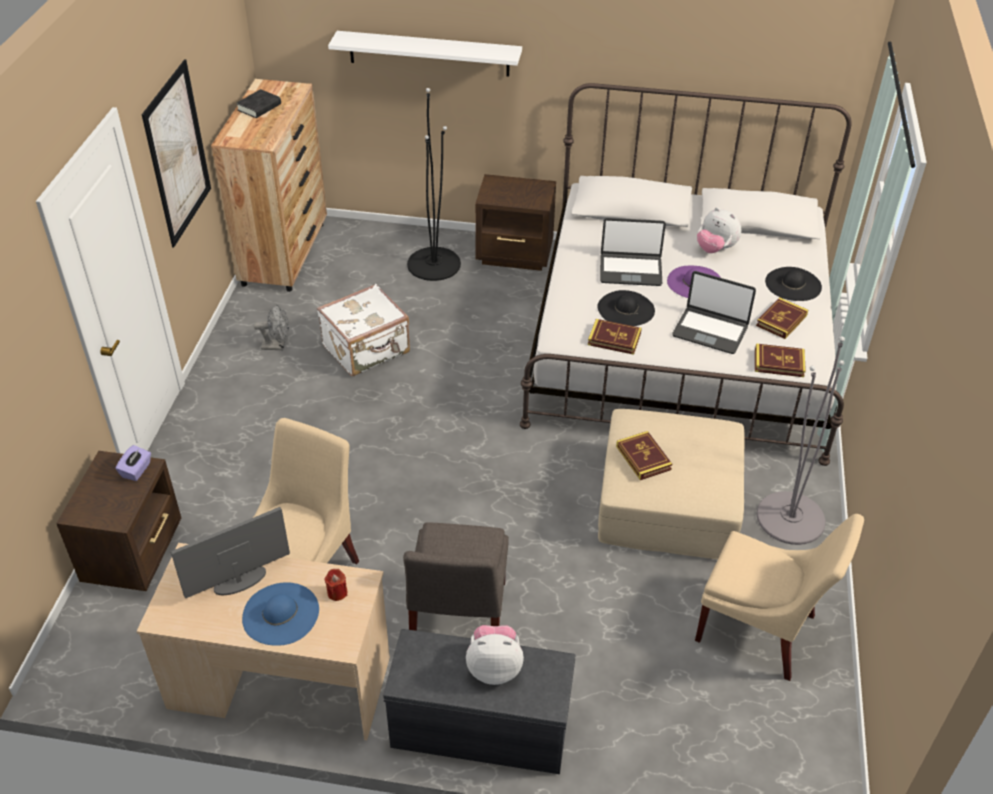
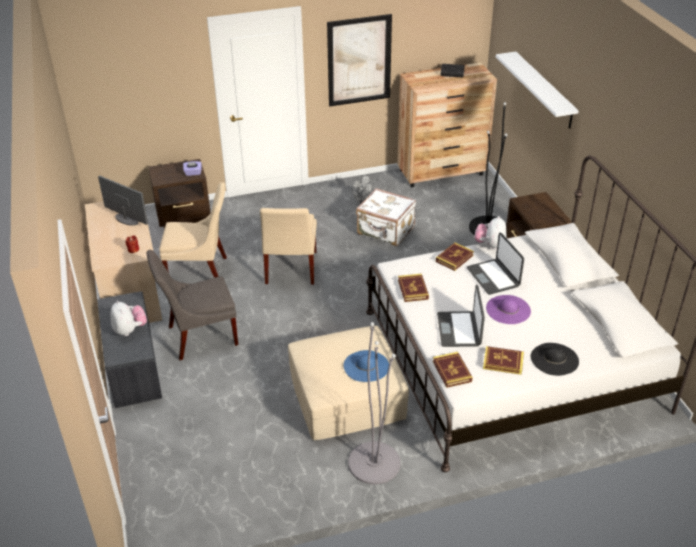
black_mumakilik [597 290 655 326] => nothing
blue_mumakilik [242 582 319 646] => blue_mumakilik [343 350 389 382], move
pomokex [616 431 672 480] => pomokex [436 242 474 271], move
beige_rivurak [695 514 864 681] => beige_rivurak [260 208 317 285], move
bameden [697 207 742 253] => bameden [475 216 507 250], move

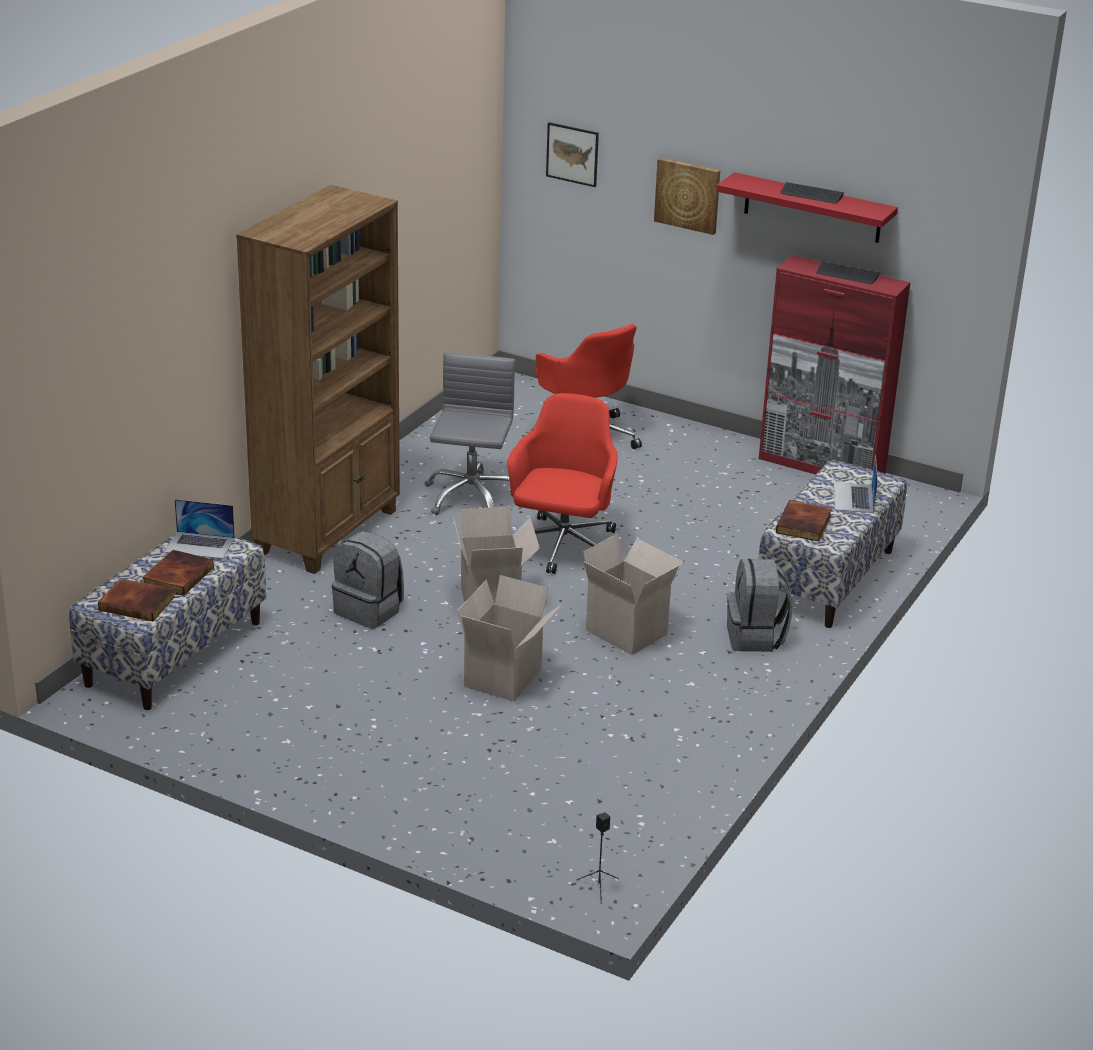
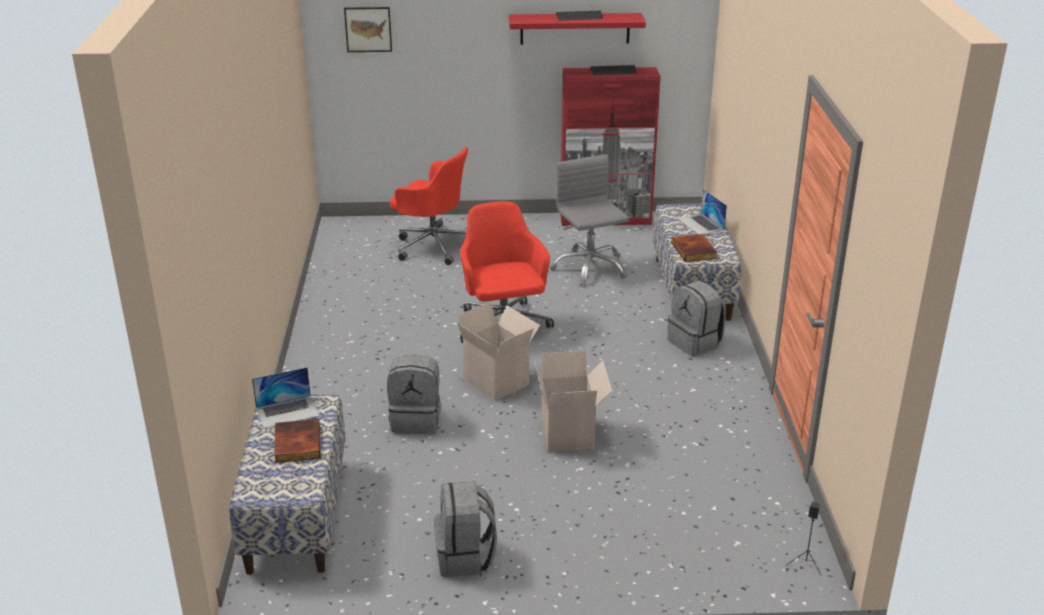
pomokex [98 578 175 621] => nothing
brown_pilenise [236 185 400 574] => nothing
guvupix [583 534 684 655] => nothing
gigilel [654 158 720 235] => nothing
nothing => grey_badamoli [433 481 497 577]
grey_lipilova [425 352 515 515] => grey_lipilova [550 155 629 287], move

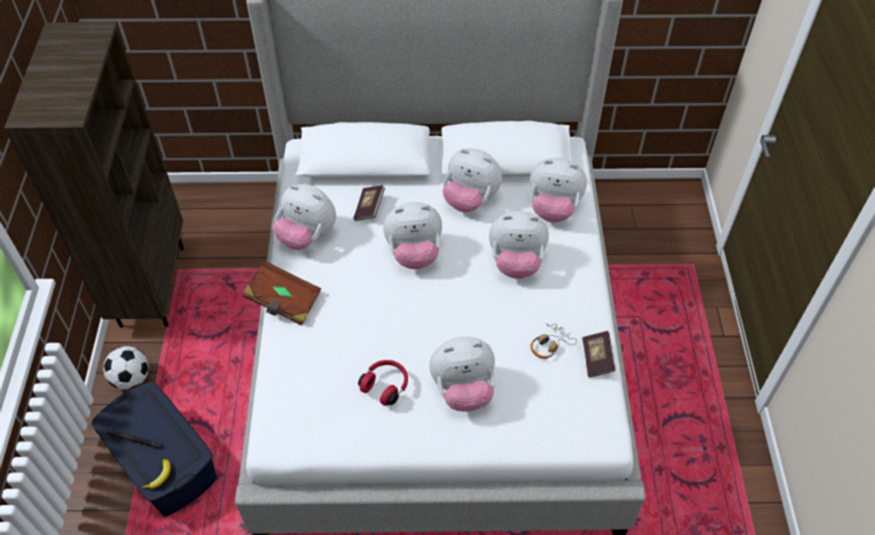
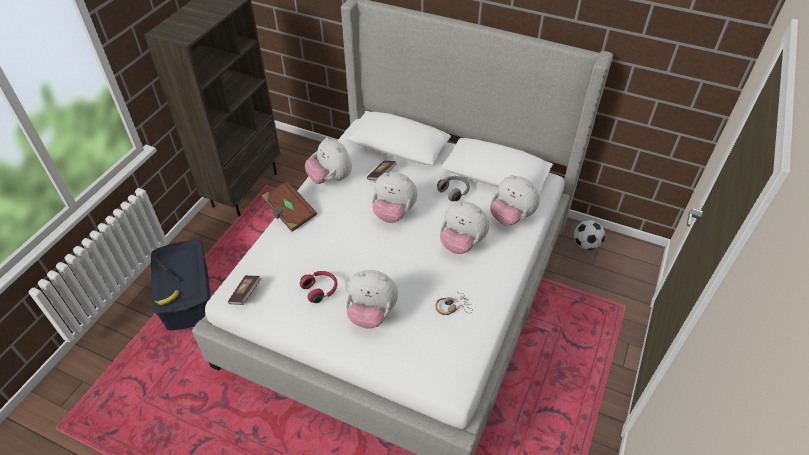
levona [103 346 149 390] => levona [574 220 605 250], move
pomokex [582 331 615 378] => pomokex [228 275 261 305], move
bameden [443 148 502 212] => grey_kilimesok [437 176 470 202]

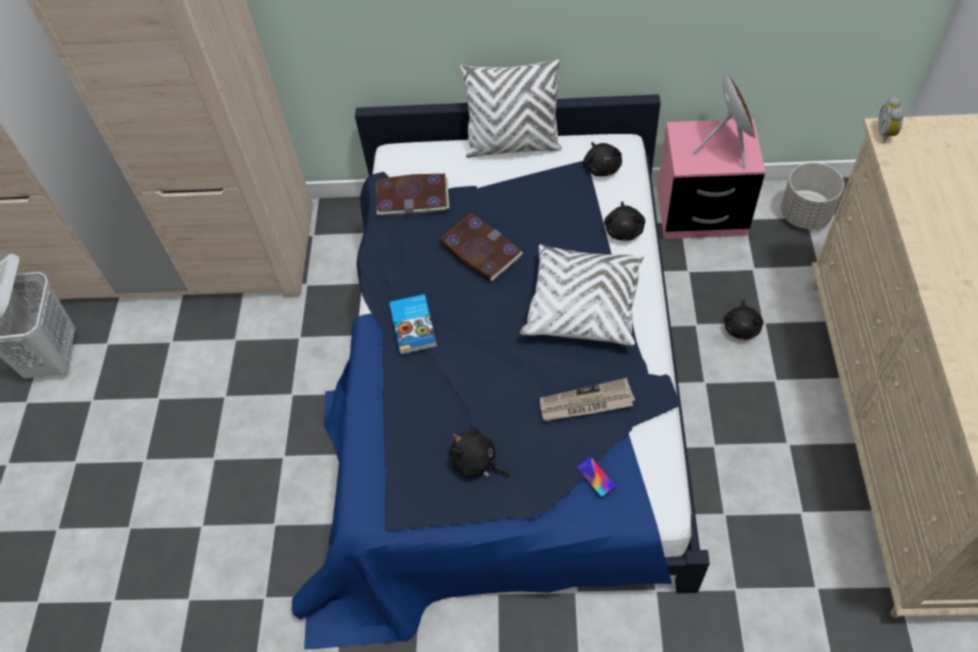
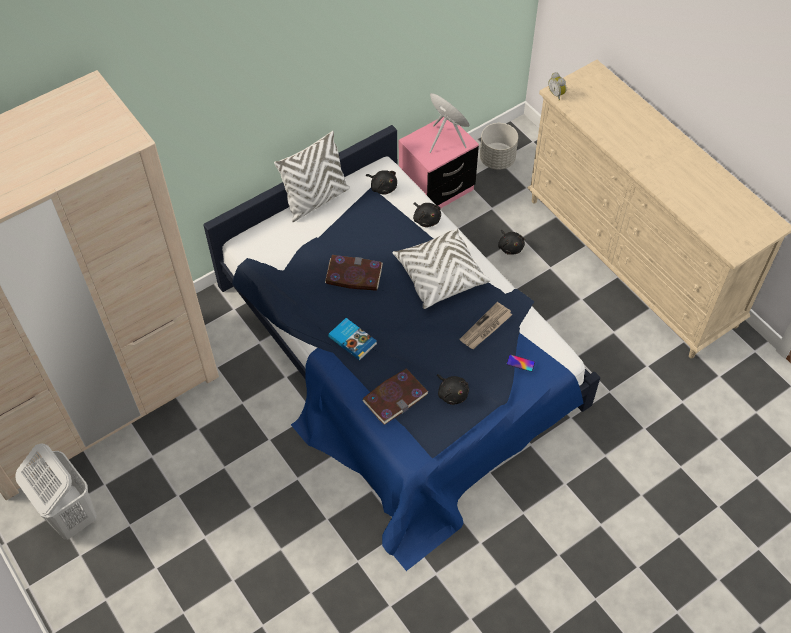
pomokex [376 174 450 216] => pomokex [362 368 428 425], move
black_bameden [450 425 510 478] => black_bameden [437 374 469 405], 120 degrees counterclockwise

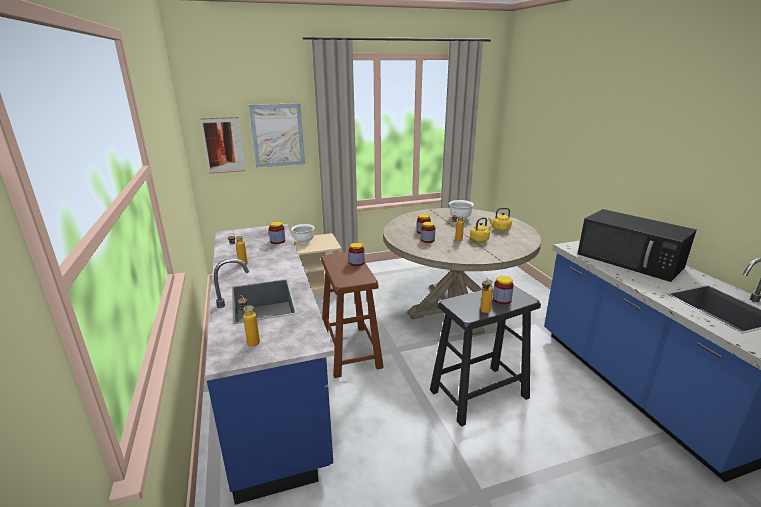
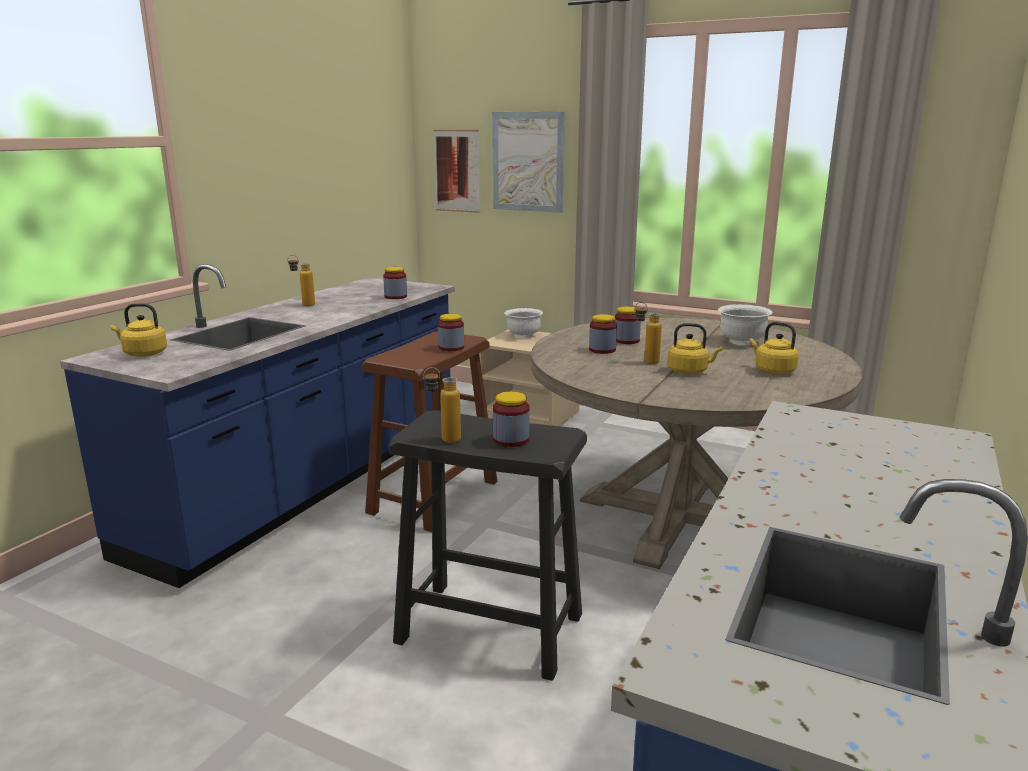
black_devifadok [578 209 697 282] => nothing
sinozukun [238 295 260 347] => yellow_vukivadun [111 303 167 357]

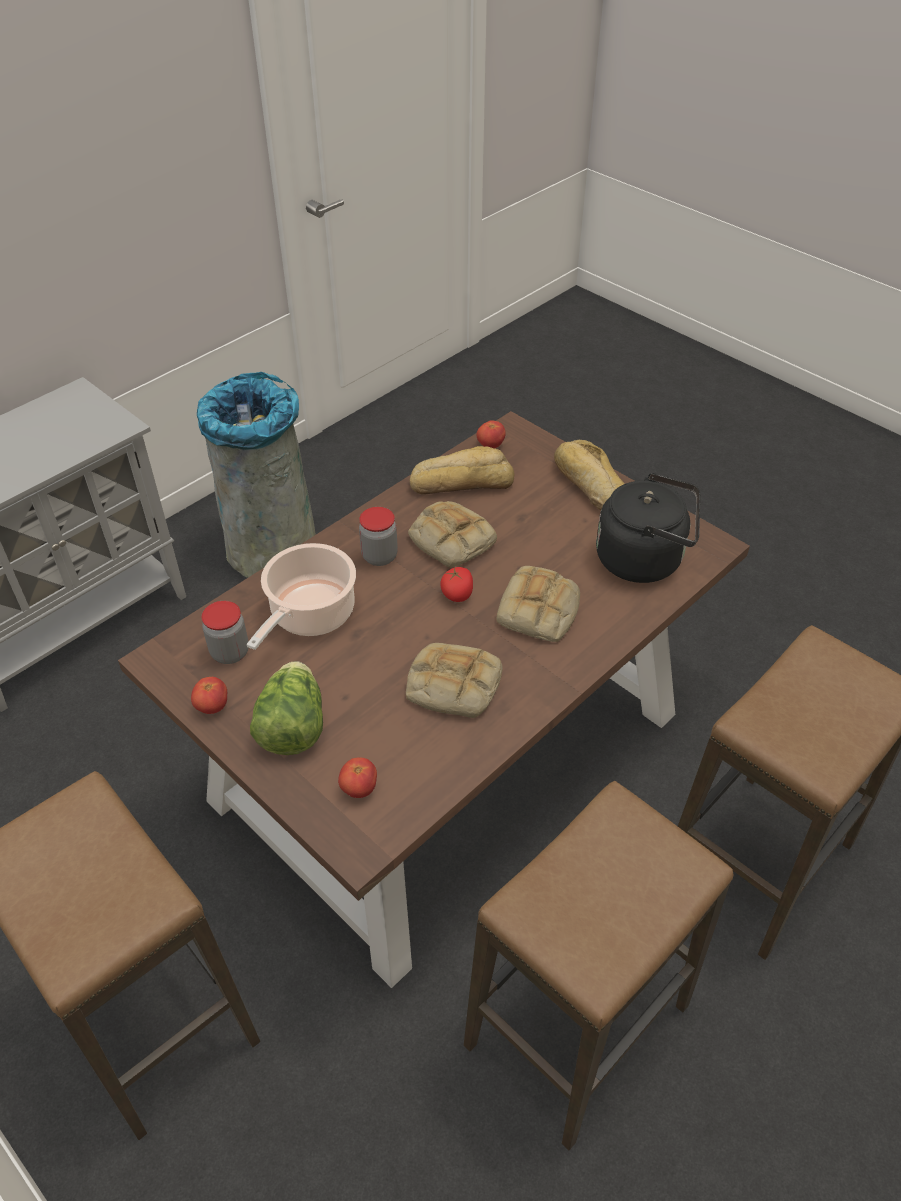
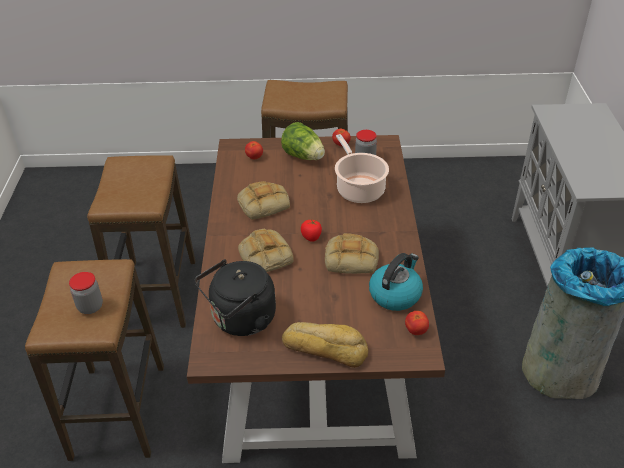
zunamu [359 507 398 566] => zunamu [69 272 103 314], move
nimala [410 446 515 494] => vukivadun [369 253 423 311]

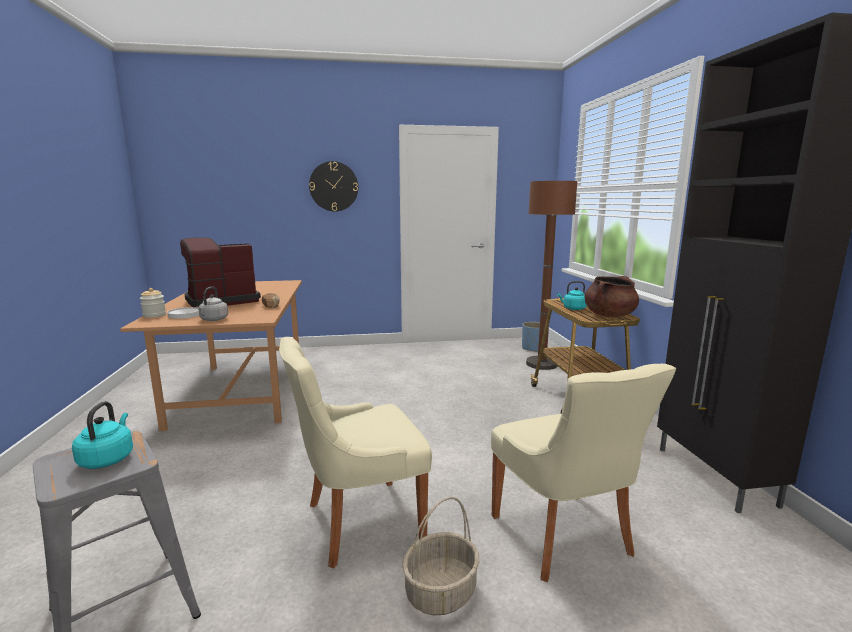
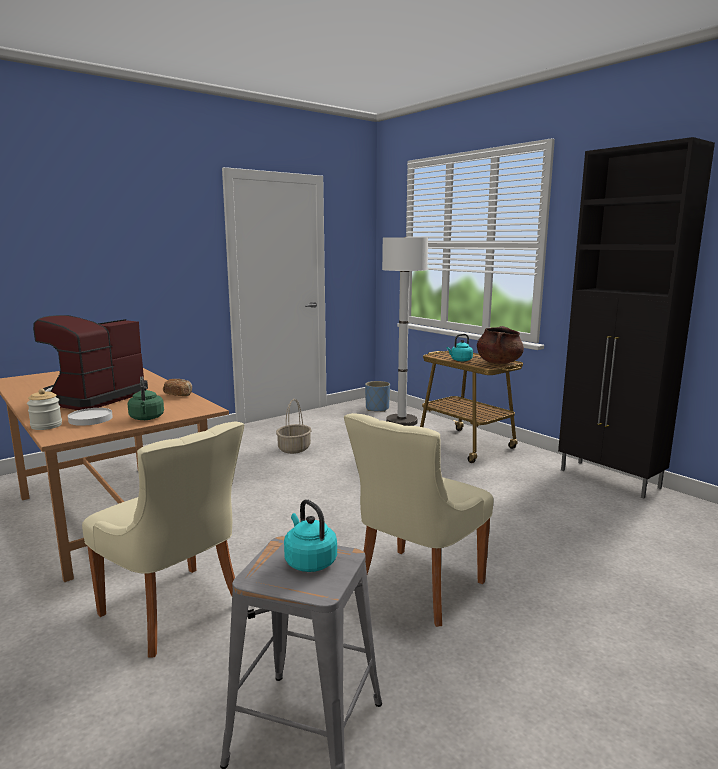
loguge [309 161 358 211] => nothing
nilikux [402 497 479 616] => nilikux [276 399 312 454], move
beige_rivurak [491 364 676 582] => beige_rivurak [82 422 244 658], move
grey_vukivadun [196 286 228 321] => green_vukivadun [128 377 164 420]
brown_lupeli [526 181 577 370] => white_lupeli [382 237 428 426]

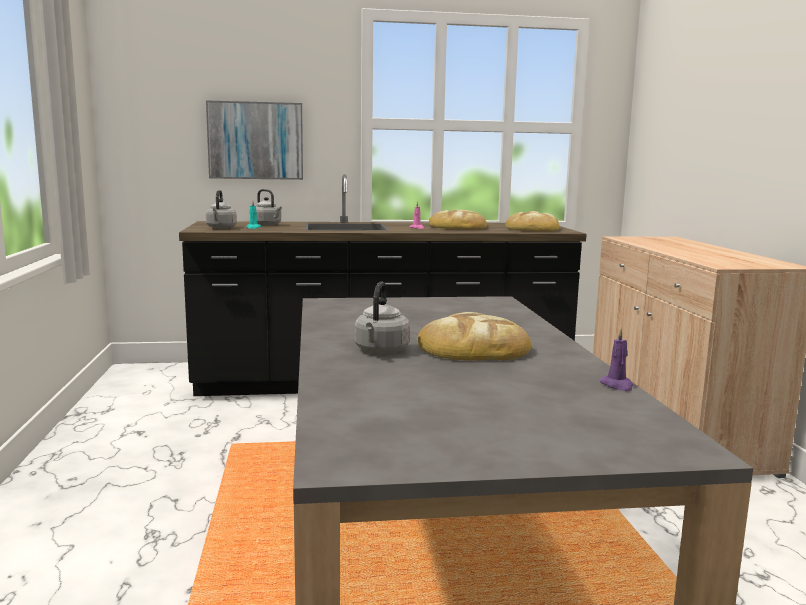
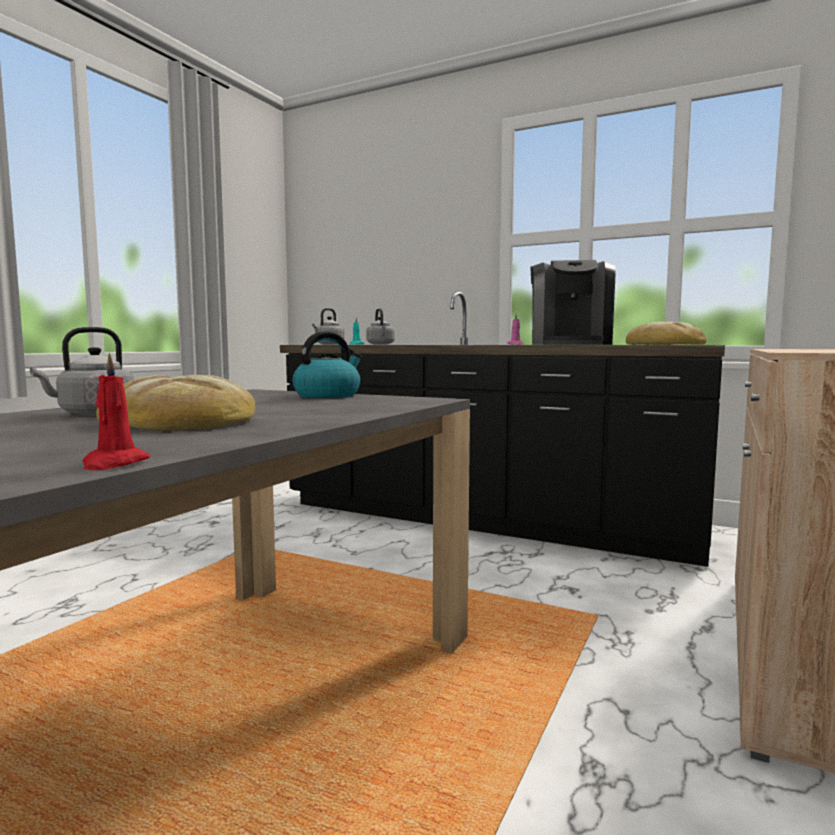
gigilel [206 100 303 180] => nothing
nothing => vukivadun [293 331 362 398]
nimala [429 210 487 229] => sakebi [530 260 615 345]
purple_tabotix [599 328 633 391] => red_tabotix [83 353 150 470]

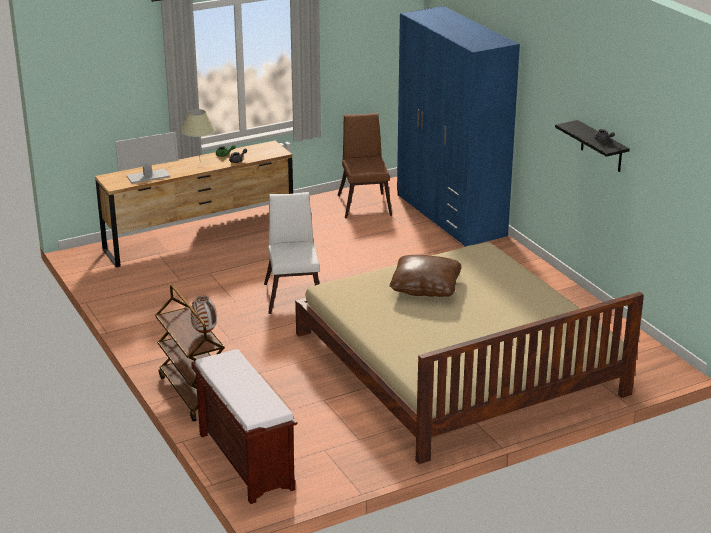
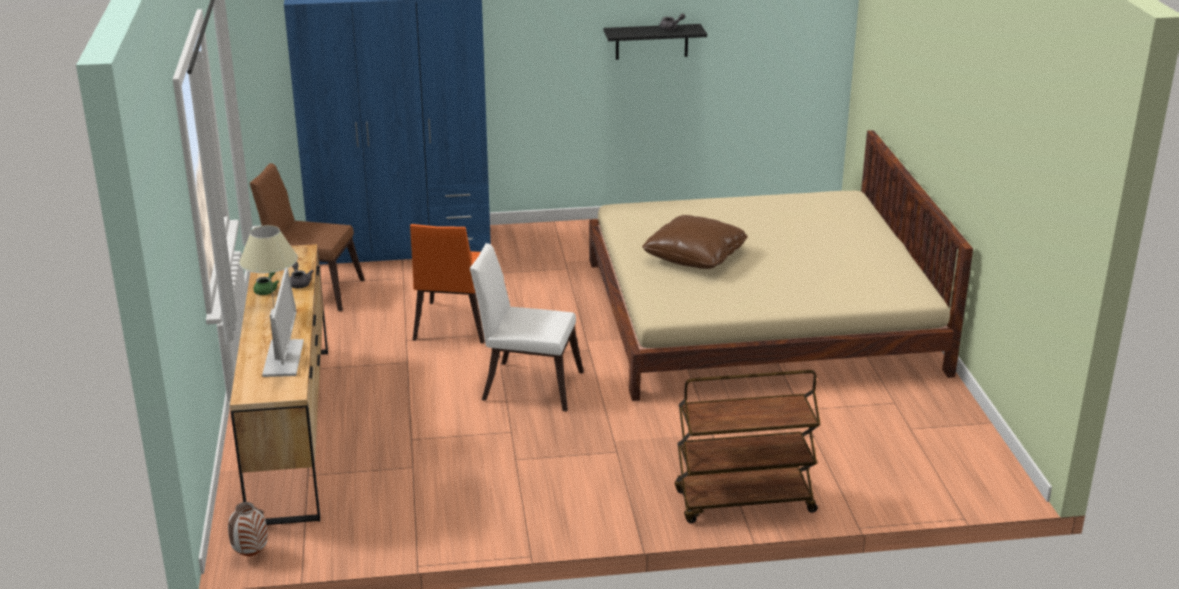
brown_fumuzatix [191 349 297 504] => nothing
nothing => orange_rivurak [410 224 485 343]
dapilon [191 295 217 333] => dapilon [228 502 268 556], move

